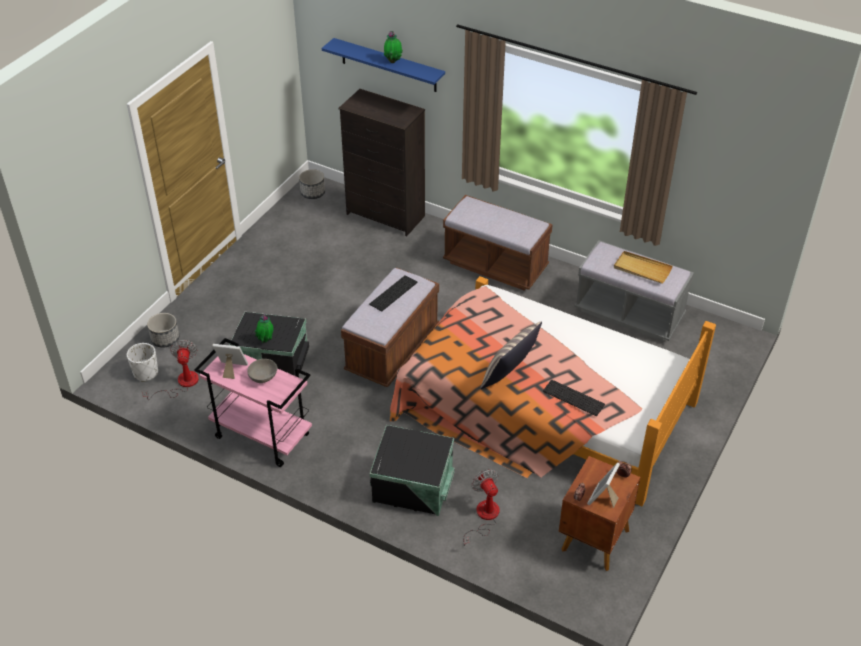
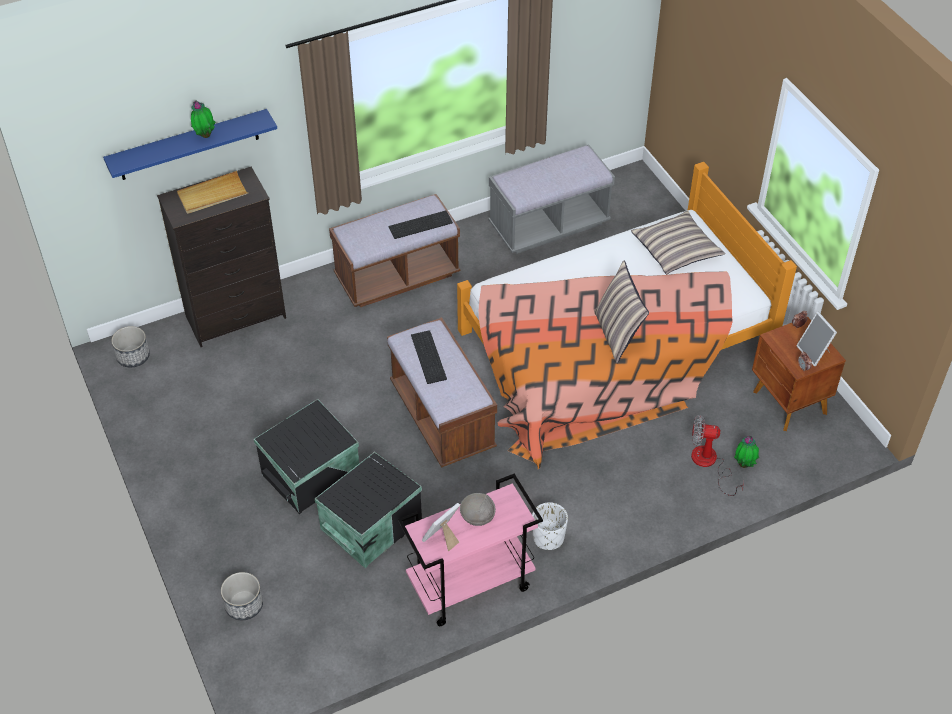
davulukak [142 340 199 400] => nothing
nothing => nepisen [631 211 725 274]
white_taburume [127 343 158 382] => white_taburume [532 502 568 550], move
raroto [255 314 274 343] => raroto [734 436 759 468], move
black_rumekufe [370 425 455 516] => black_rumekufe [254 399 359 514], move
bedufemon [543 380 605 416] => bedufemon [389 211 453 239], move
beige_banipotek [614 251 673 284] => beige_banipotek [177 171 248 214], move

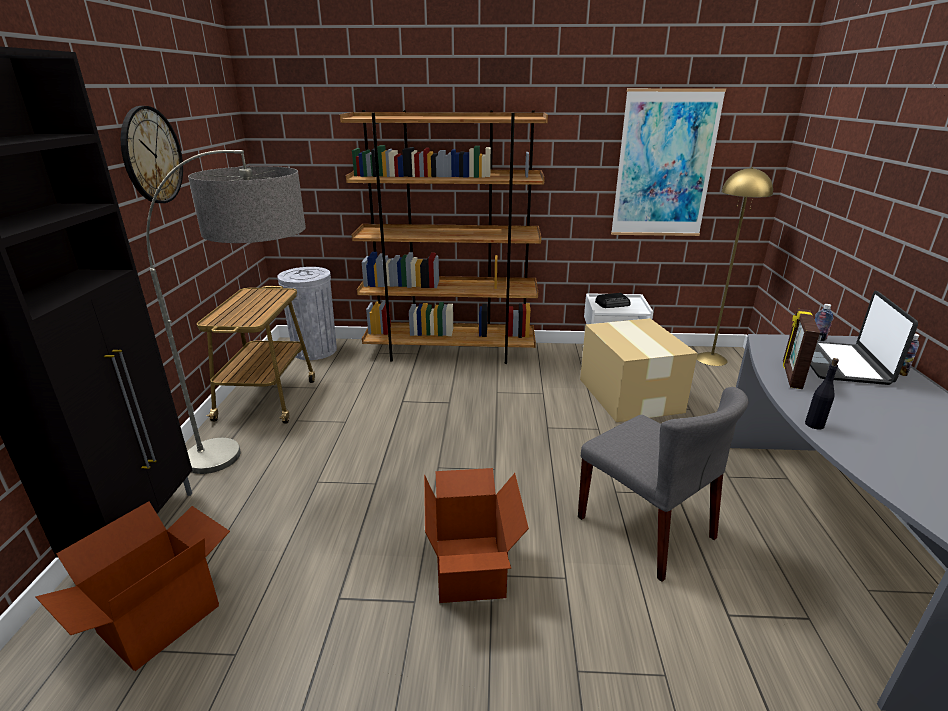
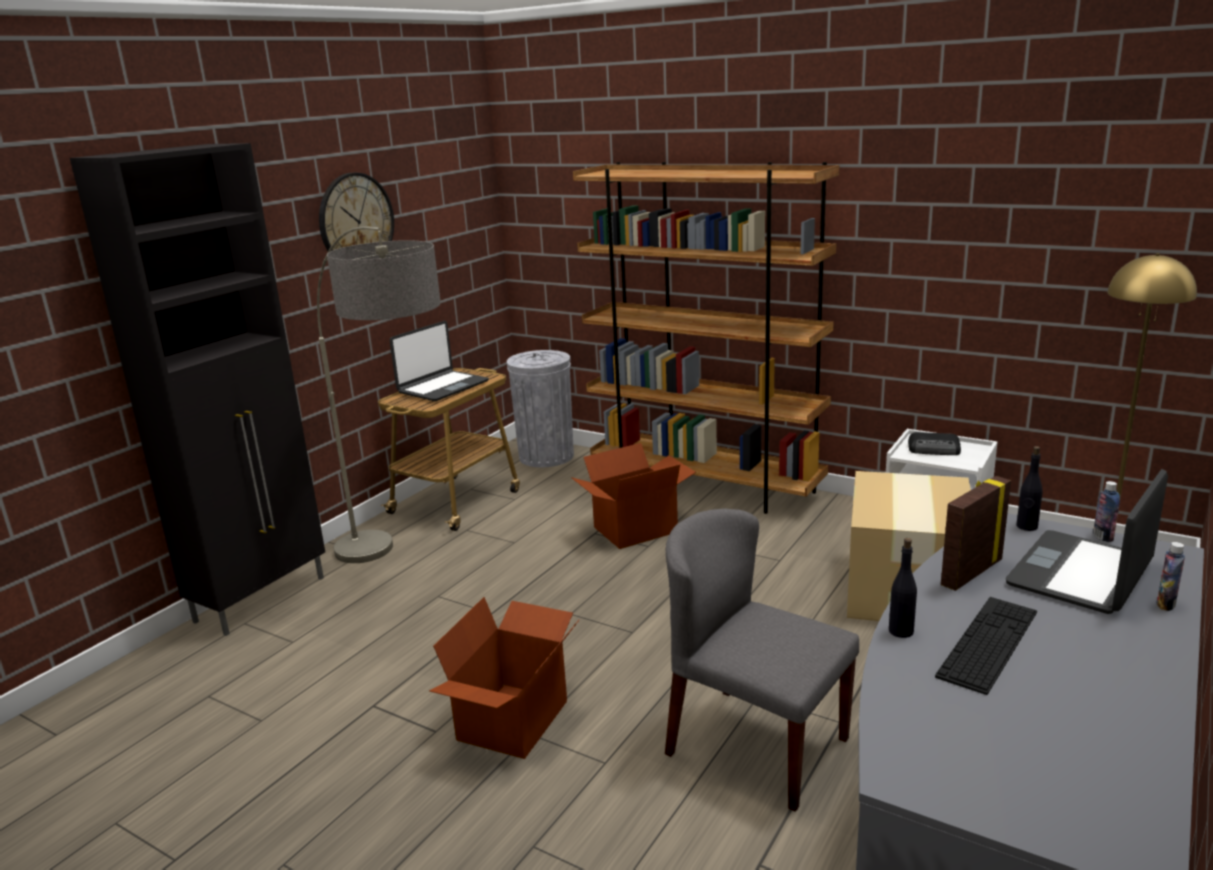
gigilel [611 88 726 236] => nothing
nothing => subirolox [389 321 489 401]
nothing => bedufemon [935 597 1037 695]
nothing => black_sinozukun [1016 446 1043 531]
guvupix [35 501 230 671] => guvupix [571 443 696 549], move
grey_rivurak [578 387 749 582] => grey_rivurak [665 508 859 812], 135 degrees clockwise

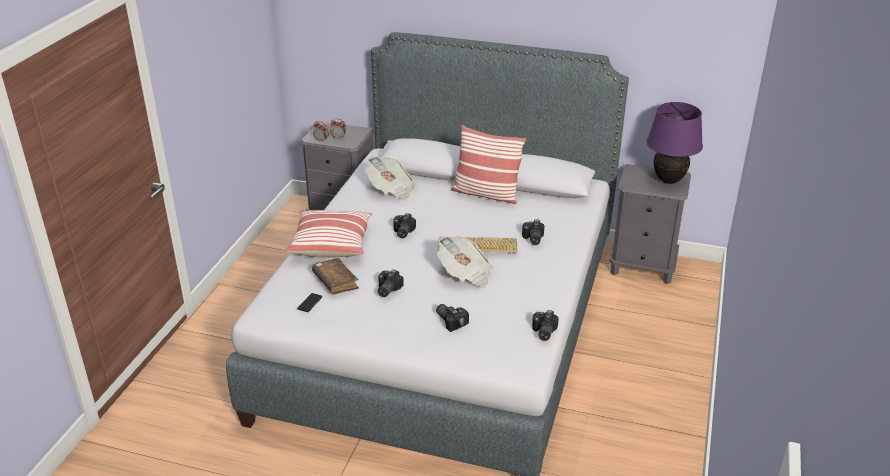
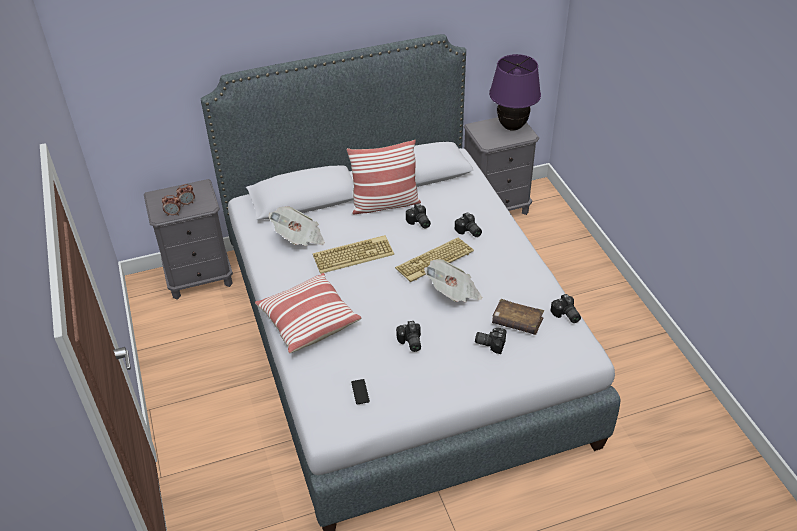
nothing => bedufemon [313 235 394 274]
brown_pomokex [312 258 359 294] => brown_pomokex [492 299 544 335], move
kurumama [393 213 416 238] => kurumama [406 203 431 229], move

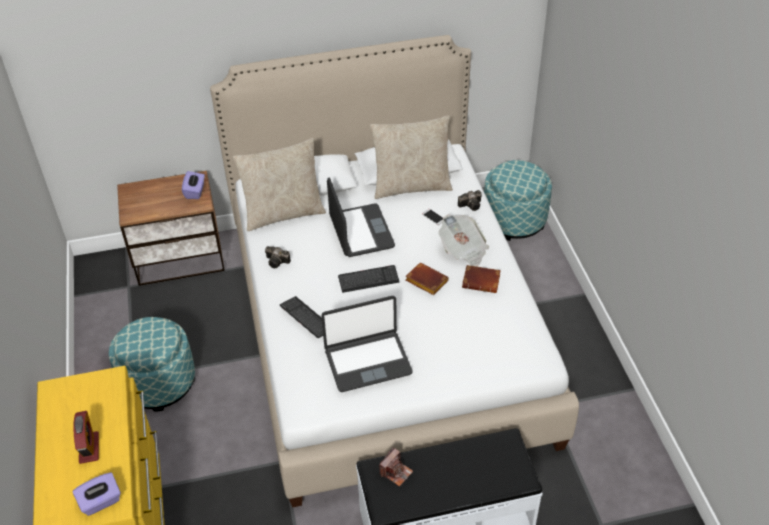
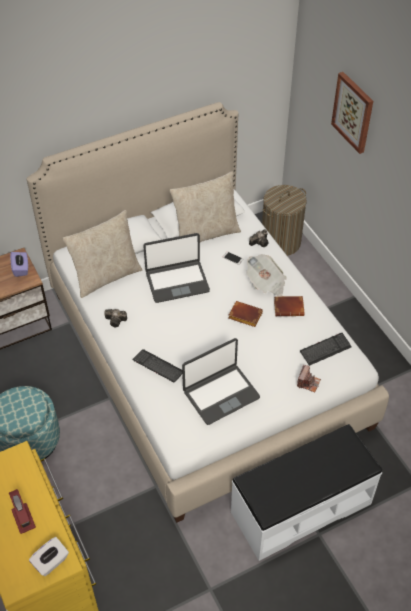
nothing => gigilel [331 72 373 154]
bedufemon [338 265 399 293] => bedufemon [300 333 351 366], move
kurumama [379 448 413 487] => kurumama [297 365 321 392], move
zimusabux [484 160 552 241] => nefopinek [262 185 307 256]
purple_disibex [72 472 121 516] => white_disibex [29 537 69 576]
subirolox [327 177 395 257] => subirolox [143 233 210 303], 105 degrees clockwise

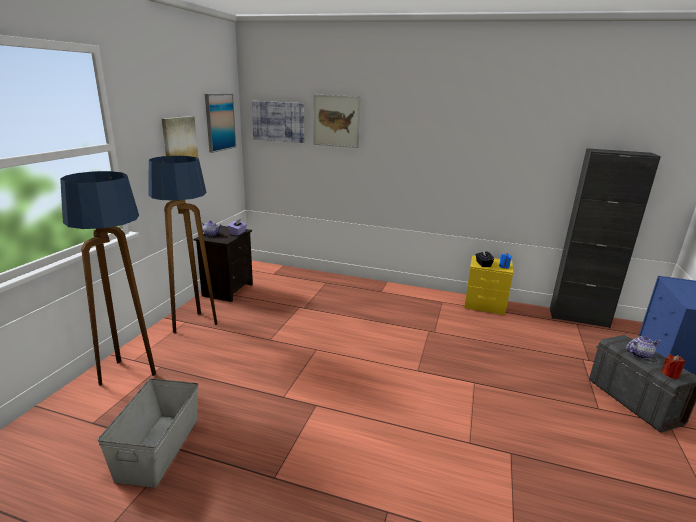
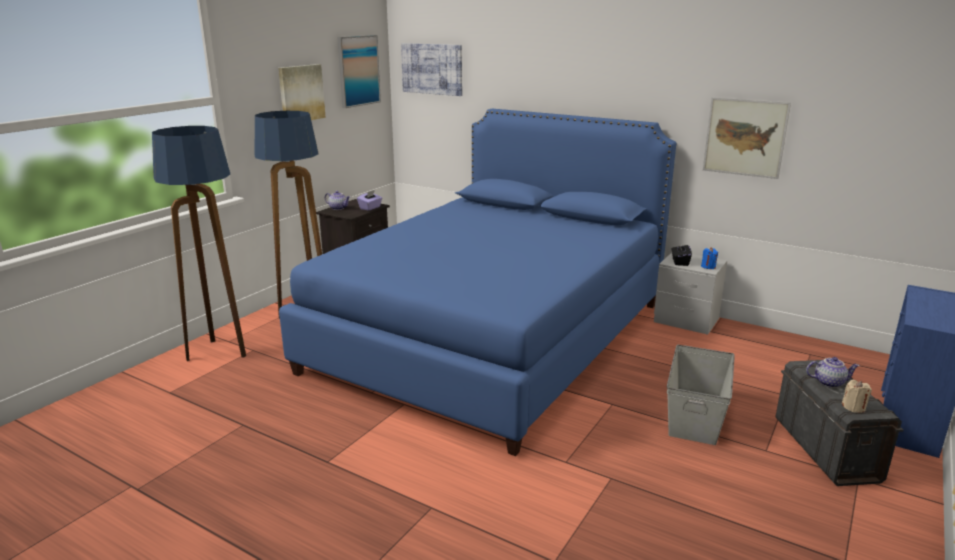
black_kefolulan [550 148 661 328] => nothing
nothing => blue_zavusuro [279 109 676 456]
grey_rumekufe [98 378 199 488] => grey_rumekufe [667 345 735 445], move
gigilel [313 94 361 148] => gigilel [703 97 791 179], move
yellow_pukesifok [464 255 513 315] => grey_pukesifok [654 252 727 335]
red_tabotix [661 354 686 379] => beige_tabotix [842 380 872 413]

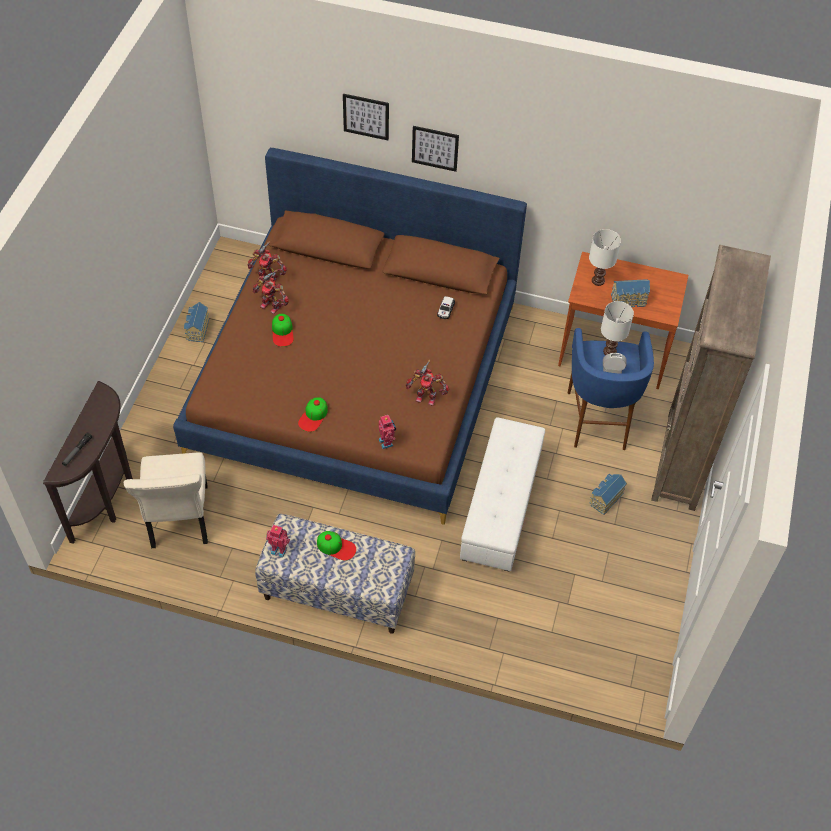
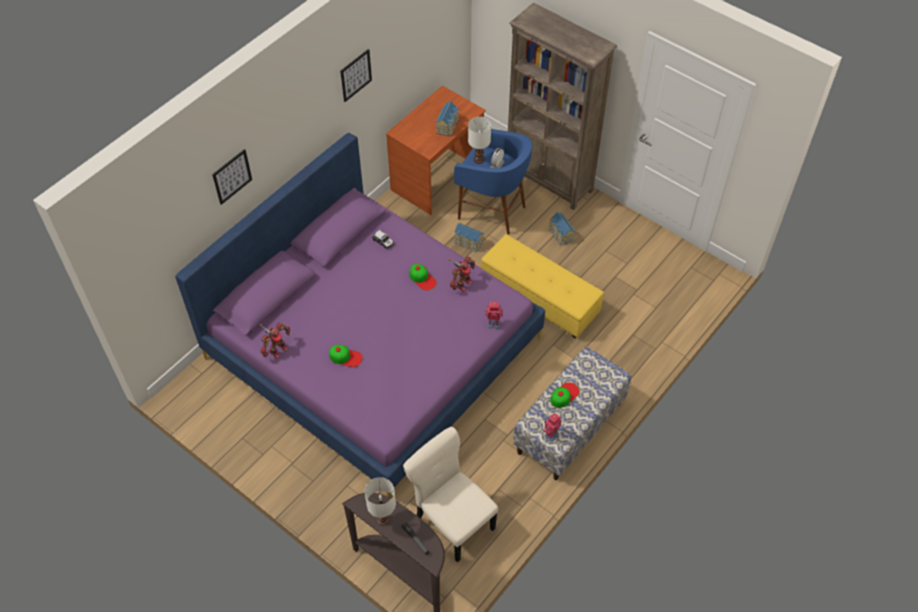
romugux [253 269 289 314] => nothing
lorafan [184 302 209 342] => lorafan [454 223 484 252], move
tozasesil [298 397 328 432] => tozasesil [409 264 437 290], move
gigilel [412 126 459 172] => gigilel [340 49 372 102], move
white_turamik [589 229 621 286] => white_turamik [364 477 396 525], move
brown_zavusuro [173 148 527 525] => purple_zavusuro [175 133 545 499]
white_zimusabux [460 417 545 571] => yellow_zimusabux [481 234 604 339]
beige_rivurak [124 452 208 548] => beige_rivurak [403 427 499 562], 150 degrees counterclockwise

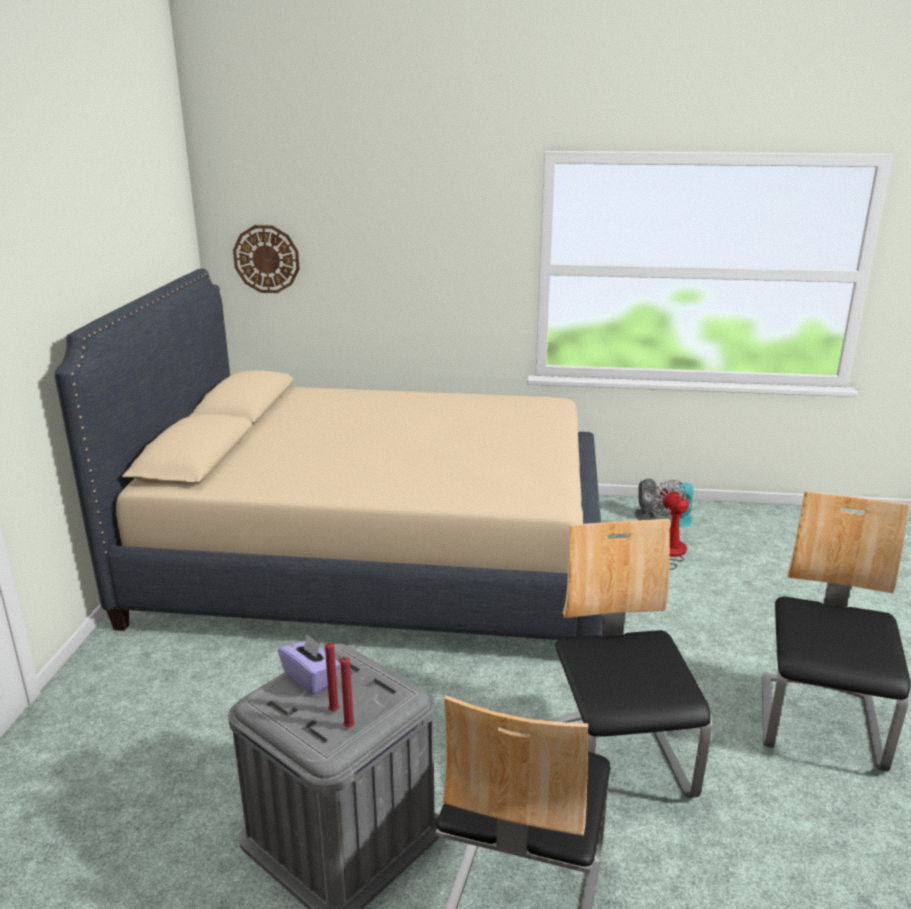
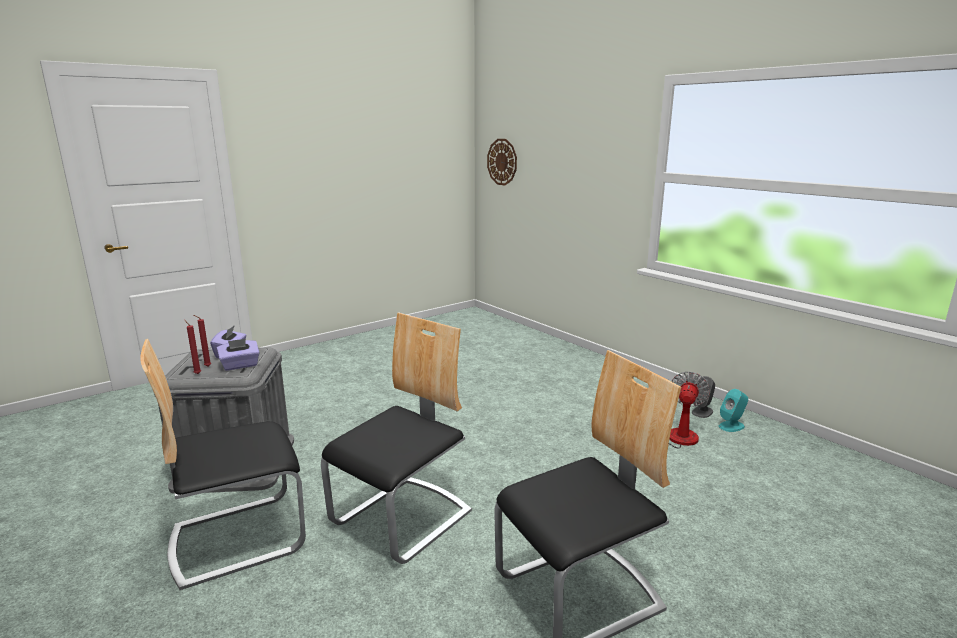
beige_zavusuro [55 268 603 640] => nothing
nothing => purple_disibex [217 339 260 371]

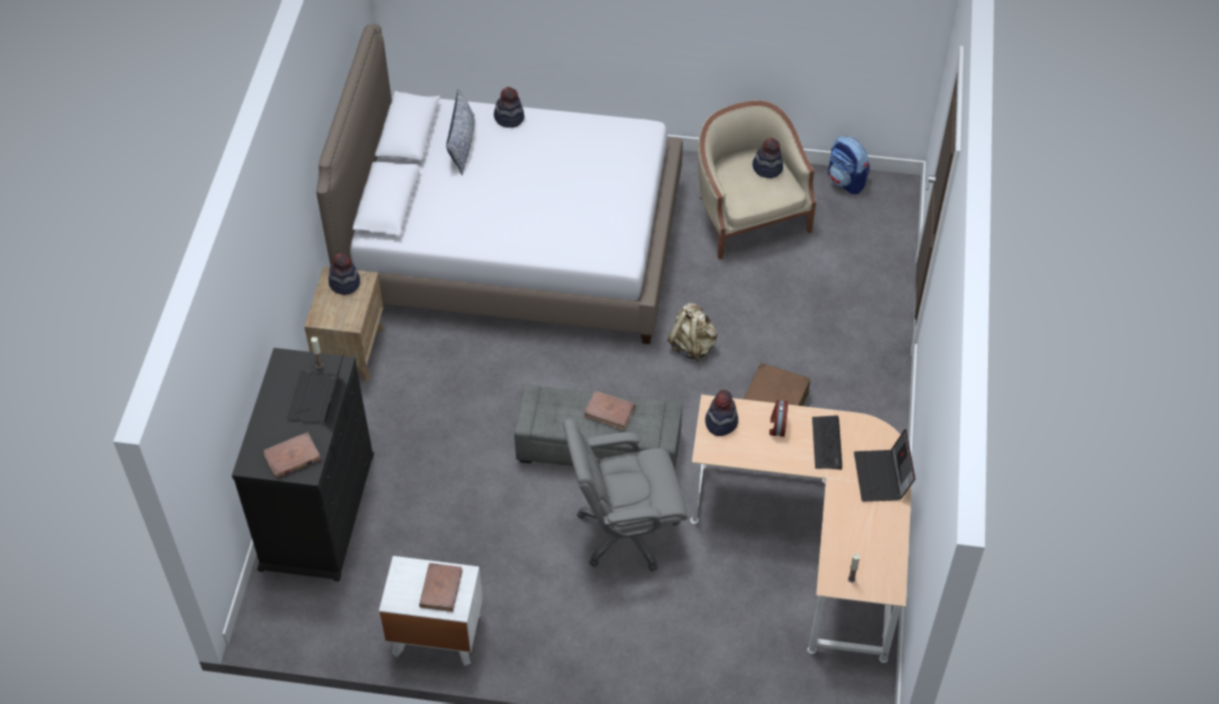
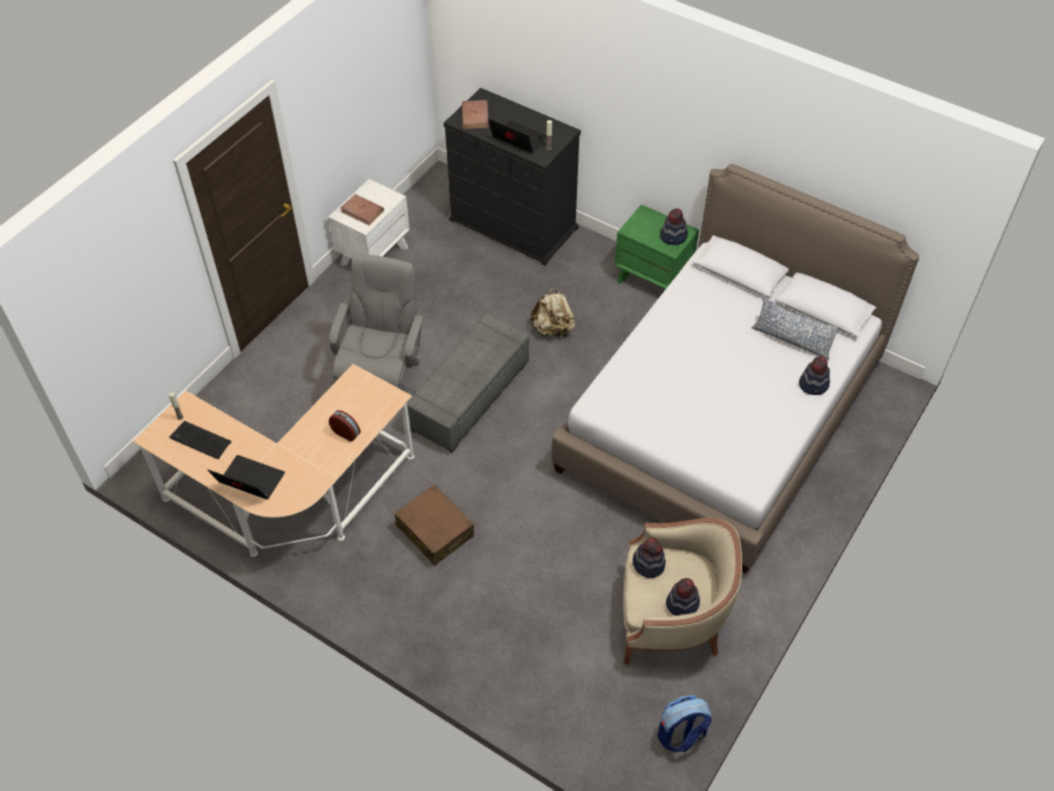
brown_pomokex [584 391 635 430] => nothing
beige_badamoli [668 303 717 362] => beige_badamoli [530 288 576 338], move
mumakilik [705 390 738 436] => mumakilik [633 538 666 578], move
bedufemon [812 416 842 470] => bedufemon [169 421 232 459], move
brown_pukesifok [304 266 384 381] => green_pukesifok [615 204 699 292]

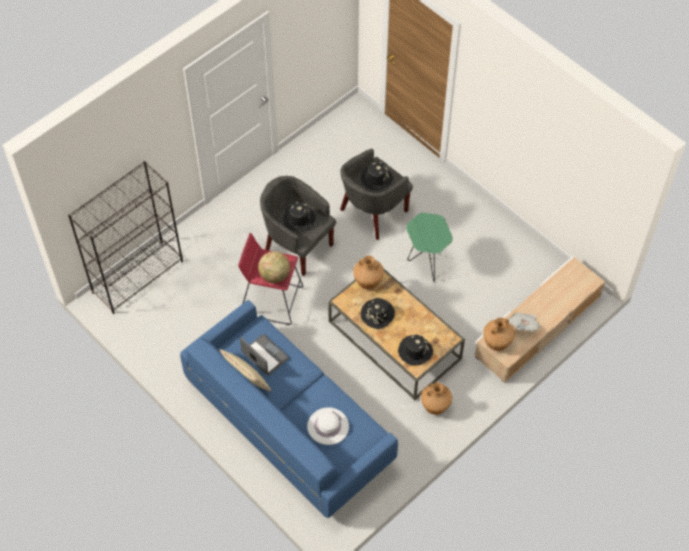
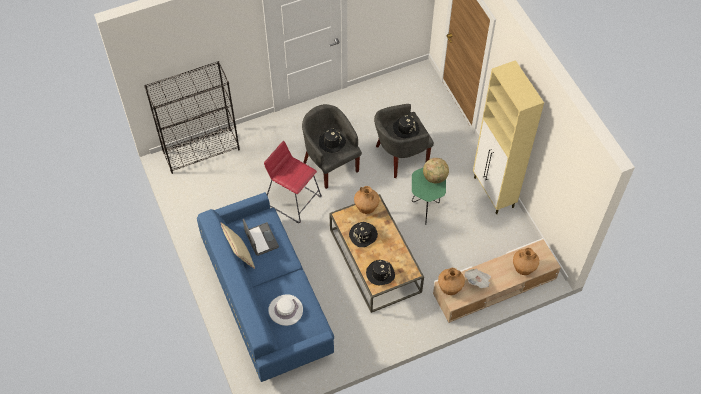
nothing => beige_kefolulan [473 60 544 214]
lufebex [258 251 290 283] => lufebex [423 158 449 183], move
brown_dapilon [421 382 452 415] => brown_dapilon [513 248 539 275], move

